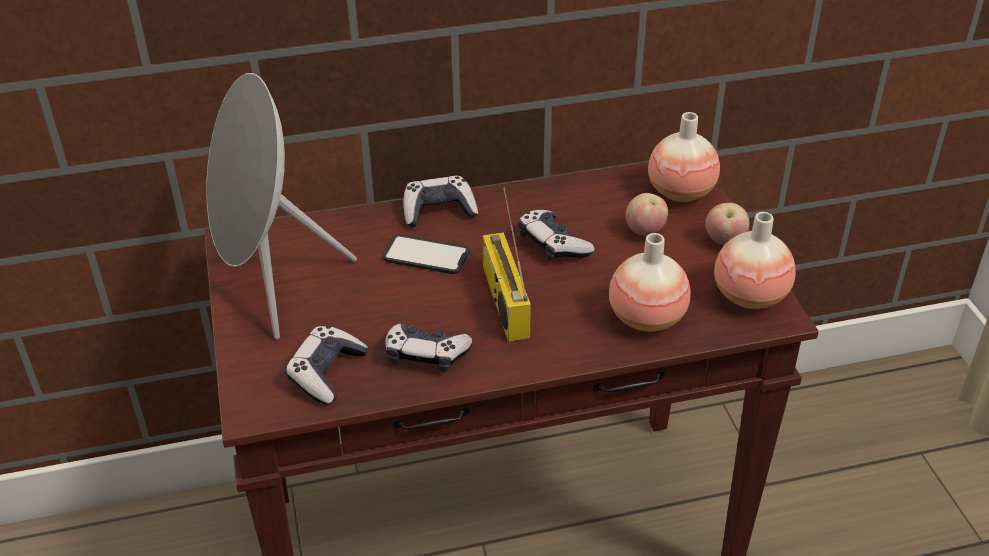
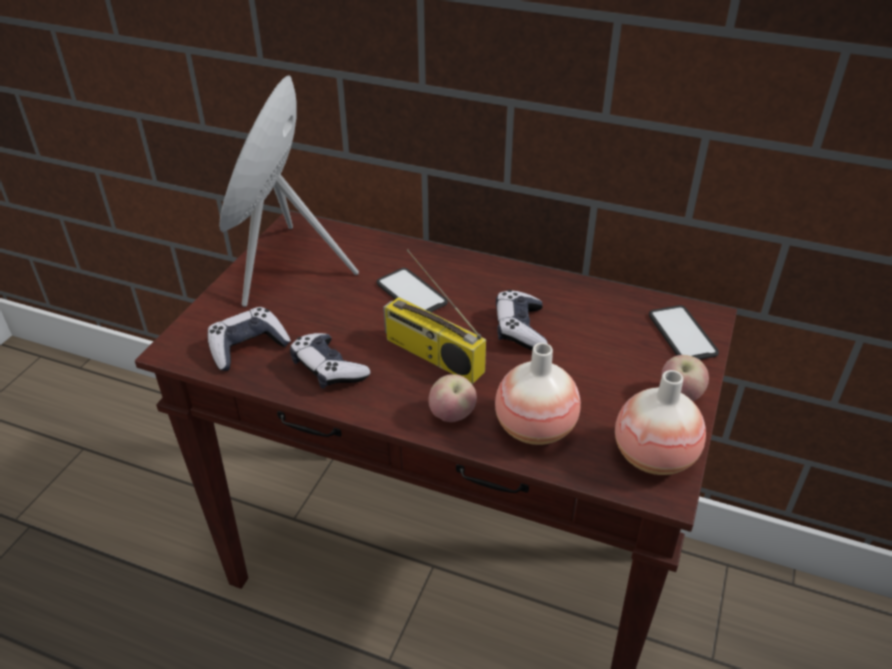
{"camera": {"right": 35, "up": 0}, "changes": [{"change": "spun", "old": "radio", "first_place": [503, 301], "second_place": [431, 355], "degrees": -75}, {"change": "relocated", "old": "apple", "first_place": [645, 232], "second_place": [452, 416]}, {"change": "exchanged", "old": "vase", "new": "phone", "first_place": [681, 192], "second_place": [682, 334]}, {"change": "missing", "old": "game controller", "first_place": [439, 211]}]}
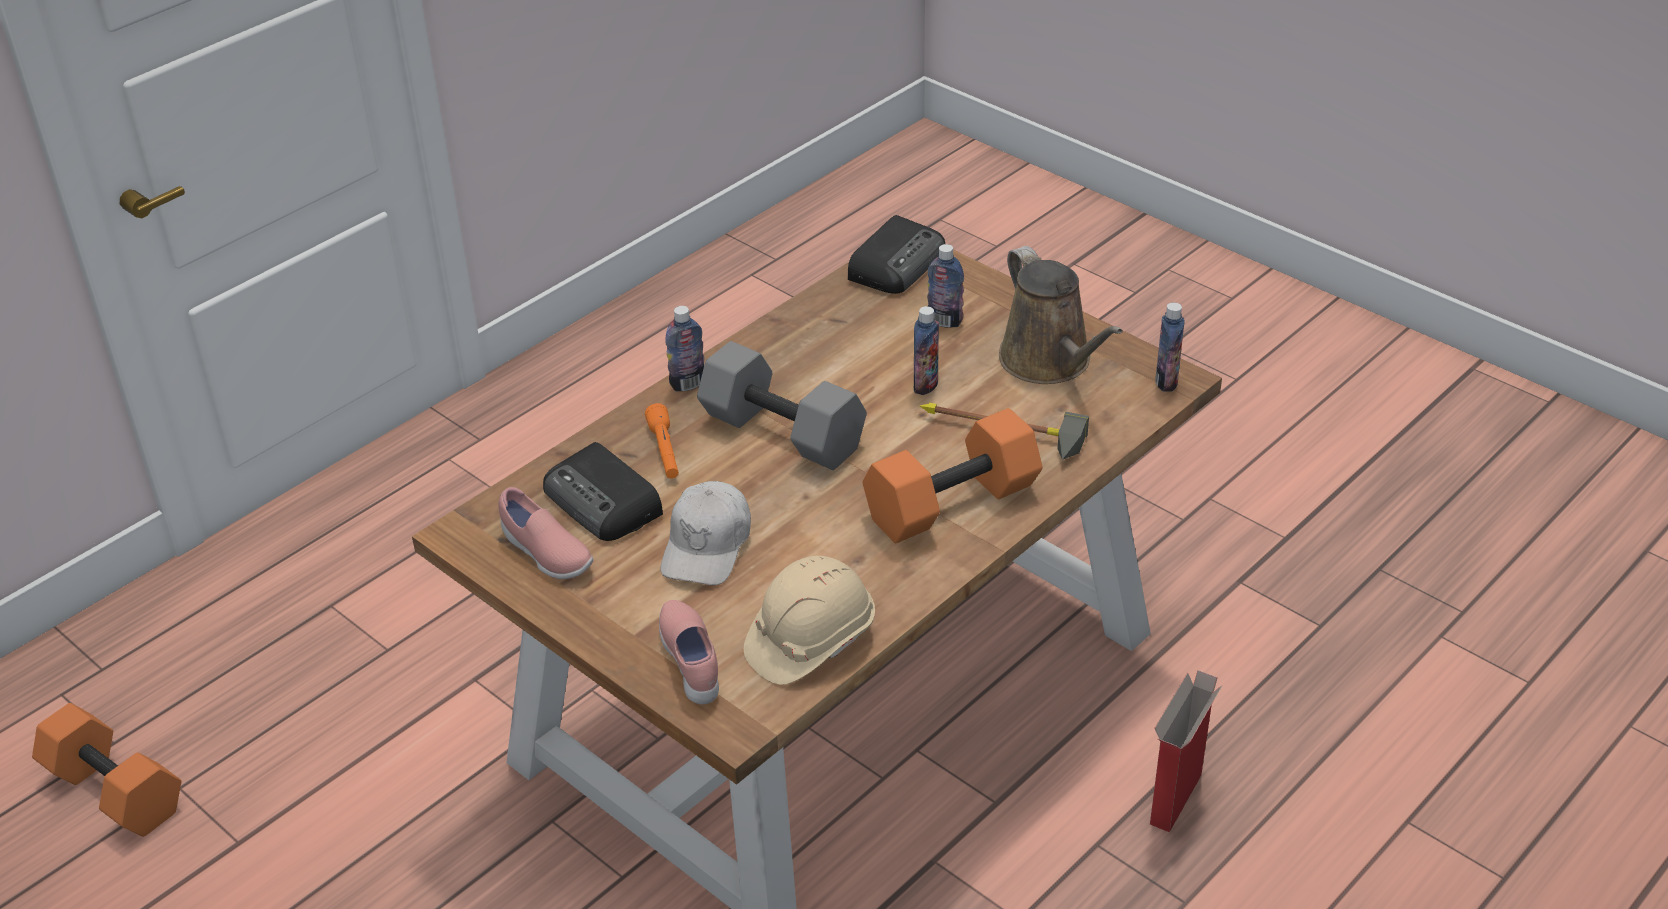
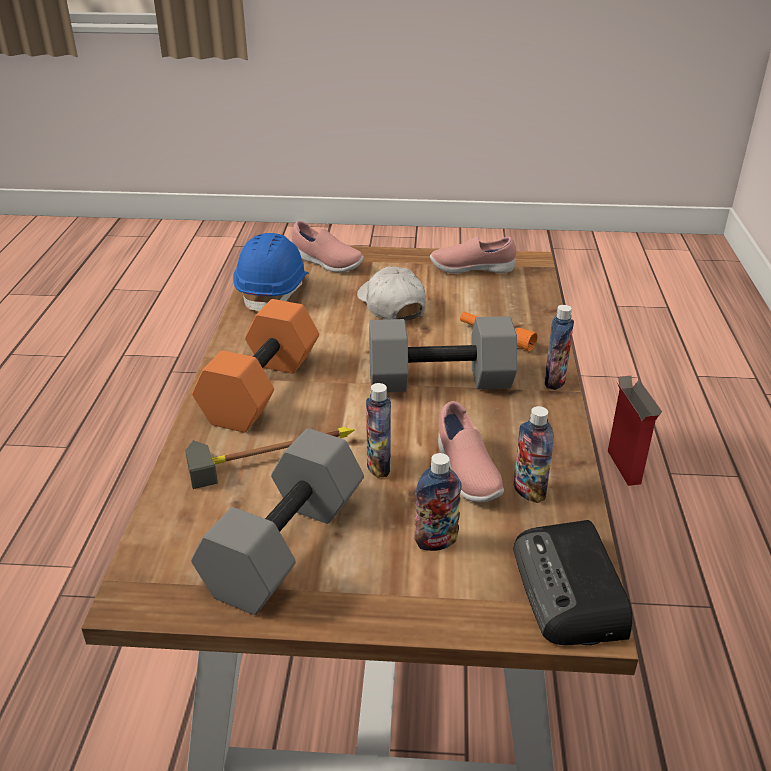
{"camera": {"right": 140, "up": -5}, "changes": [{"change": "exchanged", "old": "watering can in brown", "new": "dumbbell in grey", "first_place": [1050, 362], "second_place": [286, 547]}, {"change": "colour", "old": "hard hat in beige", "new": "hard hat in blue", "first_place": [810, 640], "second_place": [274, 291]}, {"change": "appeared", "new": "shoe in pink", "second_place": [466, 473]}, {"change": "relocated", "old": "bottle", "first_place": [1166, 381], "second_place": [529, 491]}, {"change": "relocated", "old": "cardboard box", "first_place": [1175, 801], "second_place": [623, 466]}, {"change": "missing", "old": "dumbbell in orange", "first_place": [112, 791]}, {"change": "missing", "old": "radio", "first_place": [604, 502]}]}
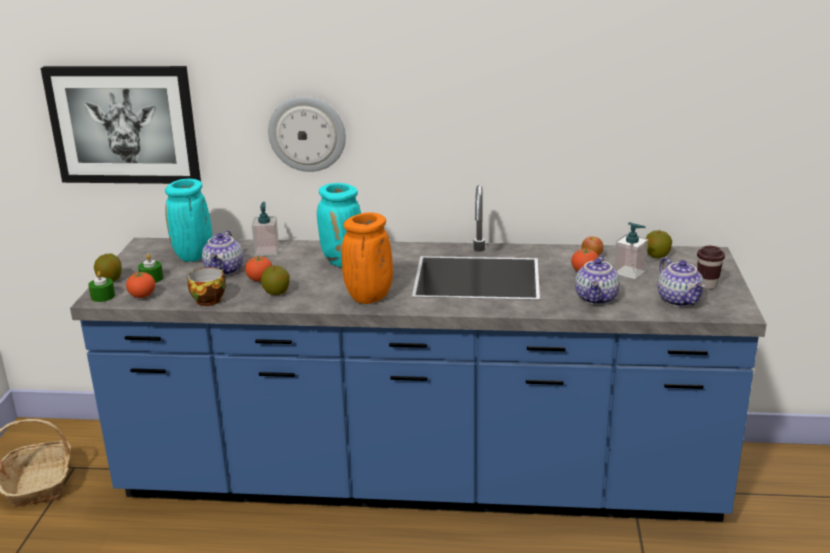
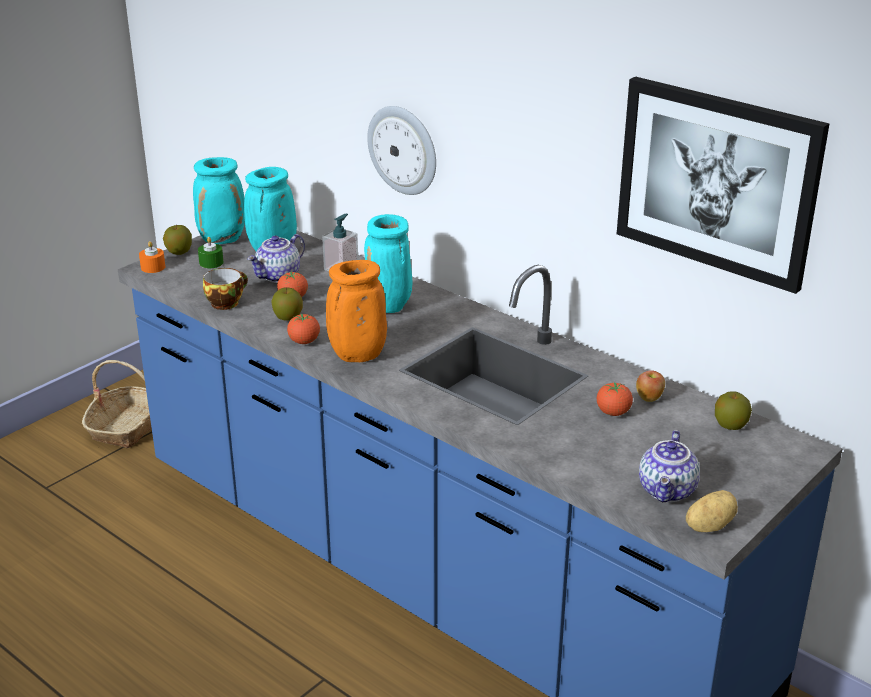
{"camera": {"right": 35, "up": 5}, "changes": [{"change": "colour", "old": "candle in green", "new": "candle in orange", "first_place": [103, 296], "second_place": [153, 267]}, {"change": "appeared", "new": "vase in turquoise", "second_place": [223, 239]}, {"change": "relocated", "old": "tomato", "first_place": [142, 296], "second_place": [304, 342]}, {"change": "relocated", "old": "picture", "first_place": [124, 124], "second_place": [717, 181]}, {"change": "appeared", "new": "potato", "second_place": [708, 525]}, {"change": "missing", "old": "teapot", "first_place": [597, 299]}, {"change": "missing", "old": "soap dispenser", "first_place": [629, 272]}, {"change": "missing", "old": "cup in brown", "first_place": [707, 285]}]}
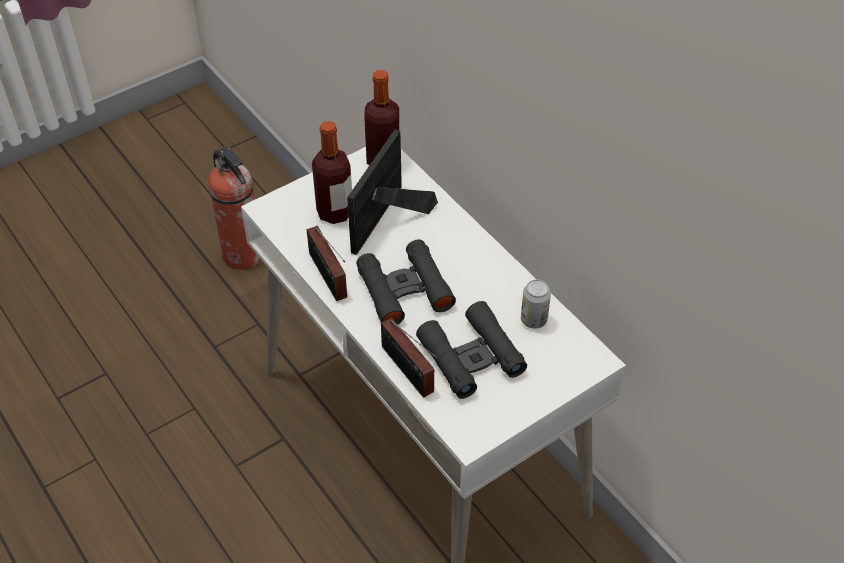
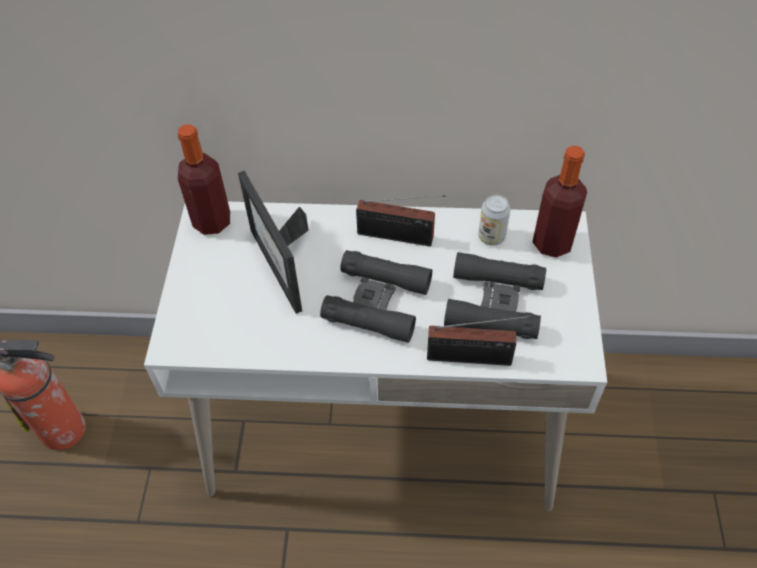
{"camera": {"right": -50, "up": 5}, "changes": [{"change": "relocated", "old": "radio", "first_place": [328, 278], "second_place": [399, 237]}, {"change": "relocated", "old": "bottle", "first_place": [335, 212], "second_place": [552, 243]}]}
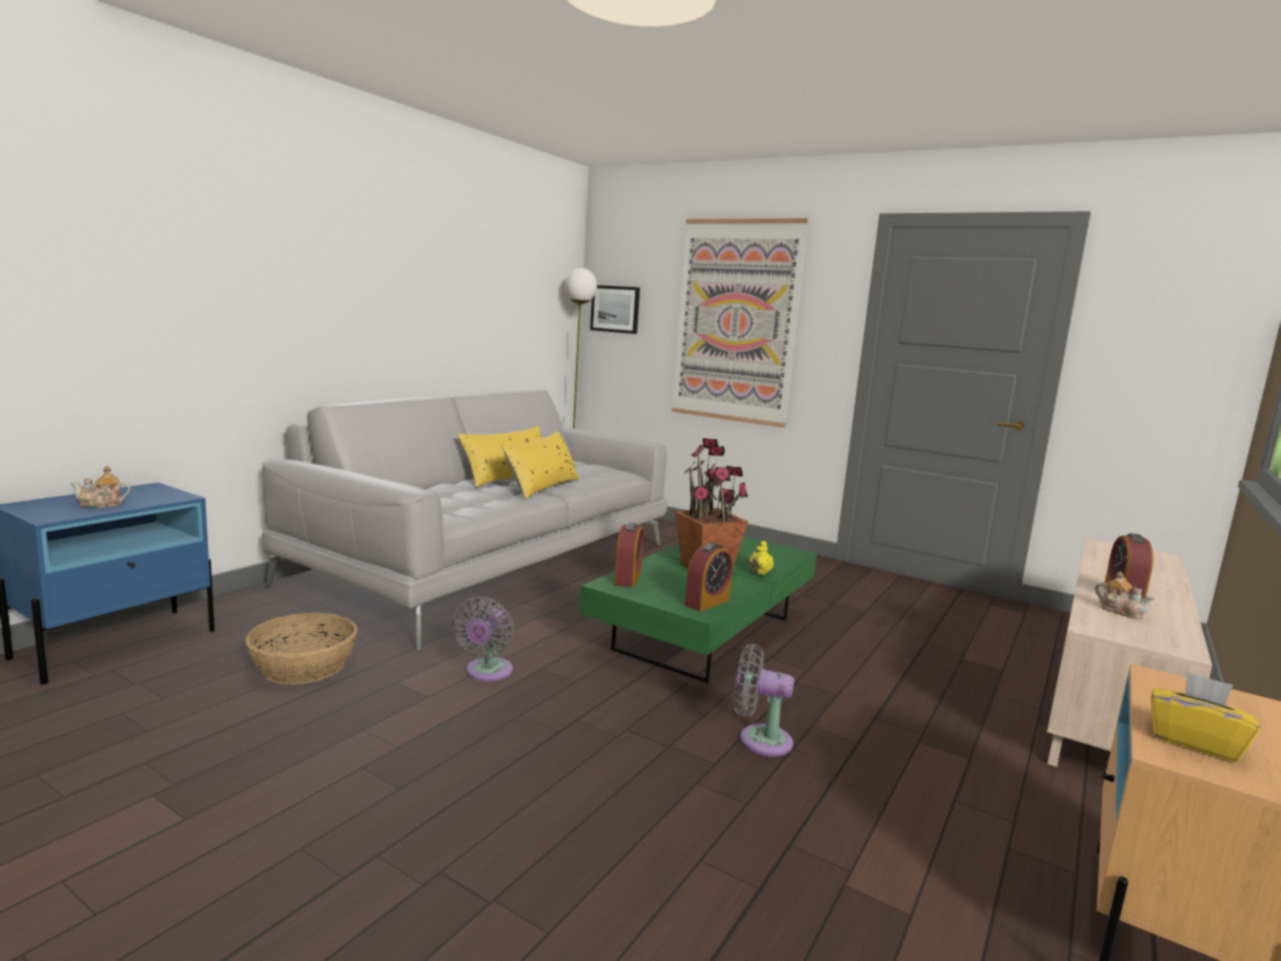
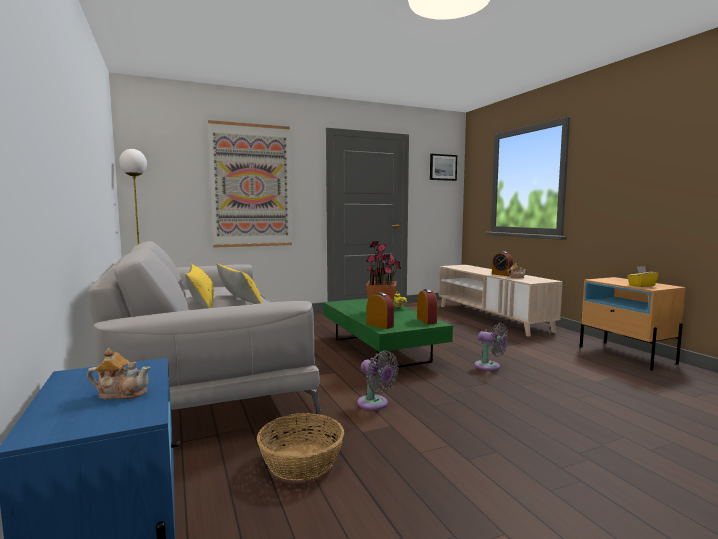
{"camera": {"right": -55, "up": -5}, "changes": [{"change": "spun", "old": "teapot", "first_place": [102, 505], "second_place": [122, 393], "degrees": -105}, {"change": "relocated", "old": "picture", "first_place": [615, 309], "second_place": [443, 167]}, {"change": "spun", "old": "fan in grey", "first_place": [759, 739], "second_place": [490, 366], "degrees": -105}]}
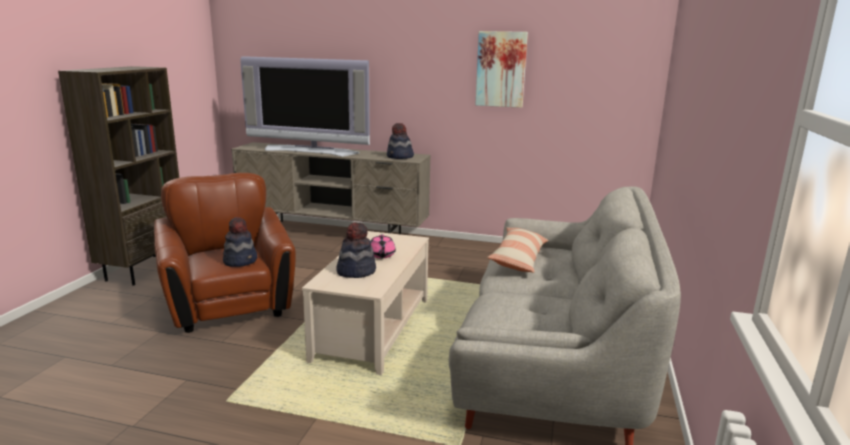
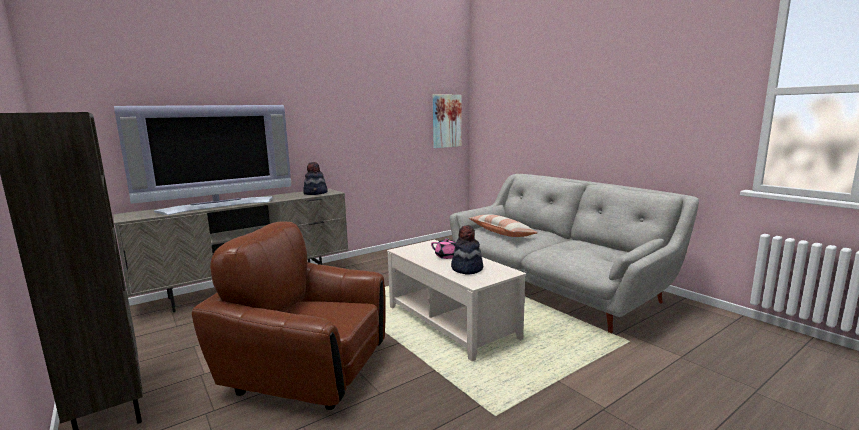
{"camera": {"right": -50, "up": -5}, "changes": [{"change": "relocated", "old": "picture", "first_place": [501, 69], "second_place": [446, 121]}, {"change": "missing", "old": "hat", "first_place": [241, 261]}]}
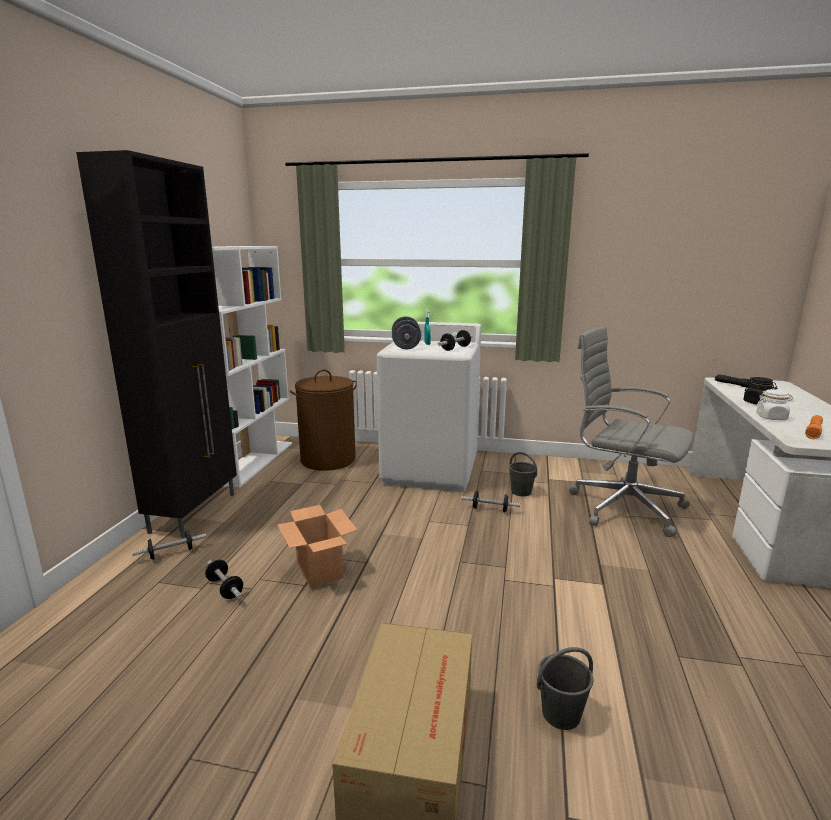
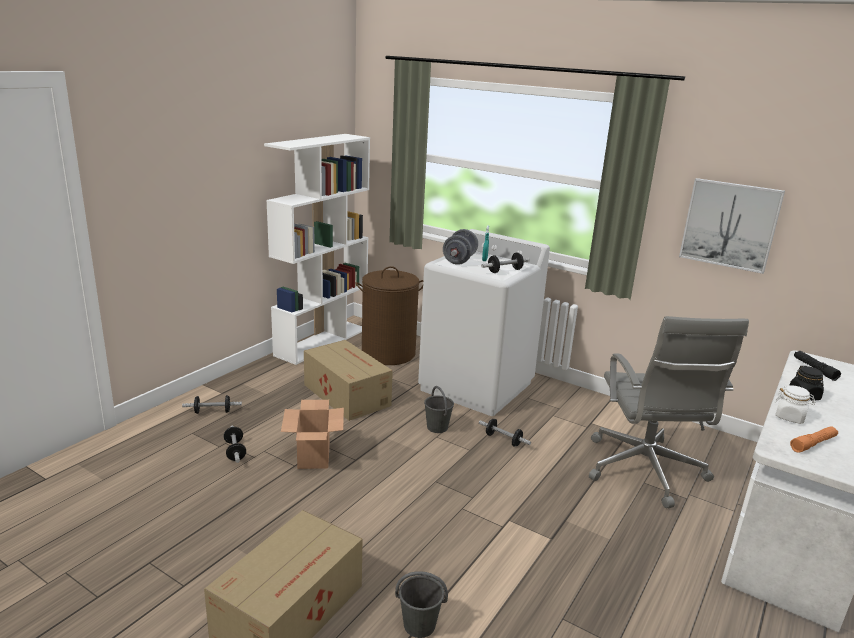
{"camera": {"right": 20, "up": 5}, "changes": [{"change": "appeared", "new": "cardboard box", "second_place": [346, 394]}, {"change": "relocated", "old": "bucket in grey", "first_place": [521, 492], "second_place": [437, 427]}, {"change": "spun", "old": "office chair in grey", "first_place": [622, 506], "second_place": [645, 471], "degrees": -150}, {"change": "appeared", "new": "picture", "second_place": [729, 224]}, {"change": "missing", "old": "cabinet in black", "first_place": [195, 512]}]}
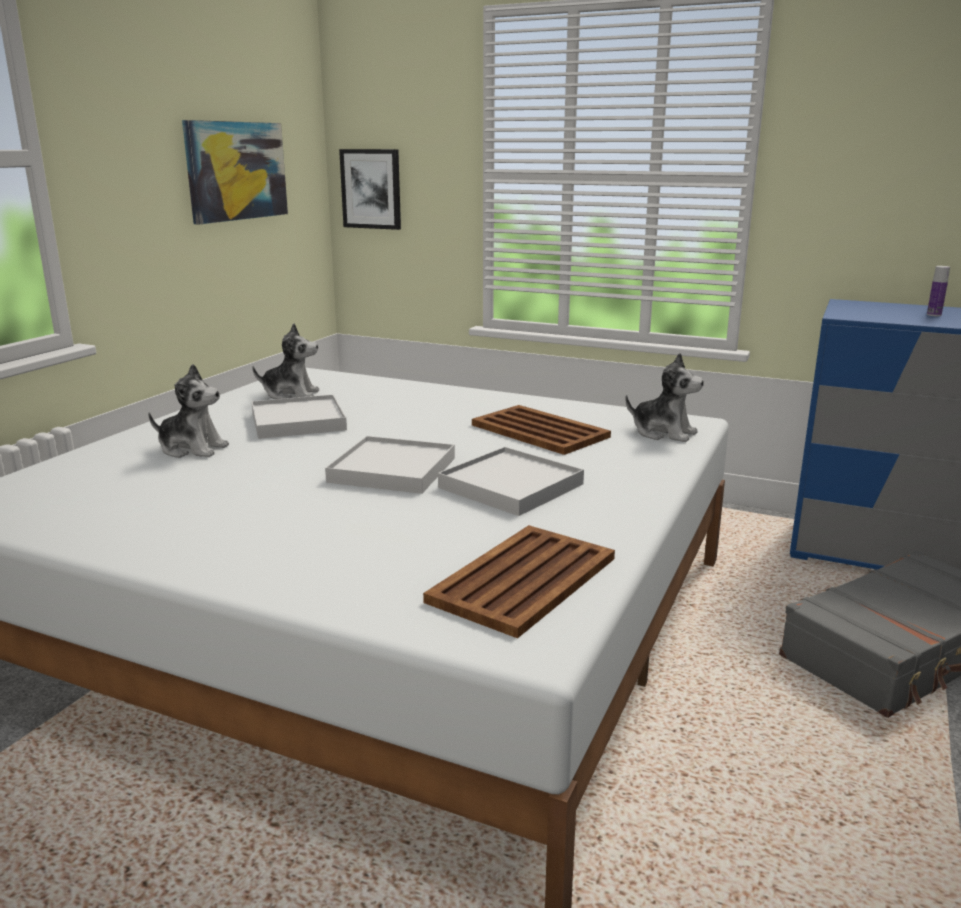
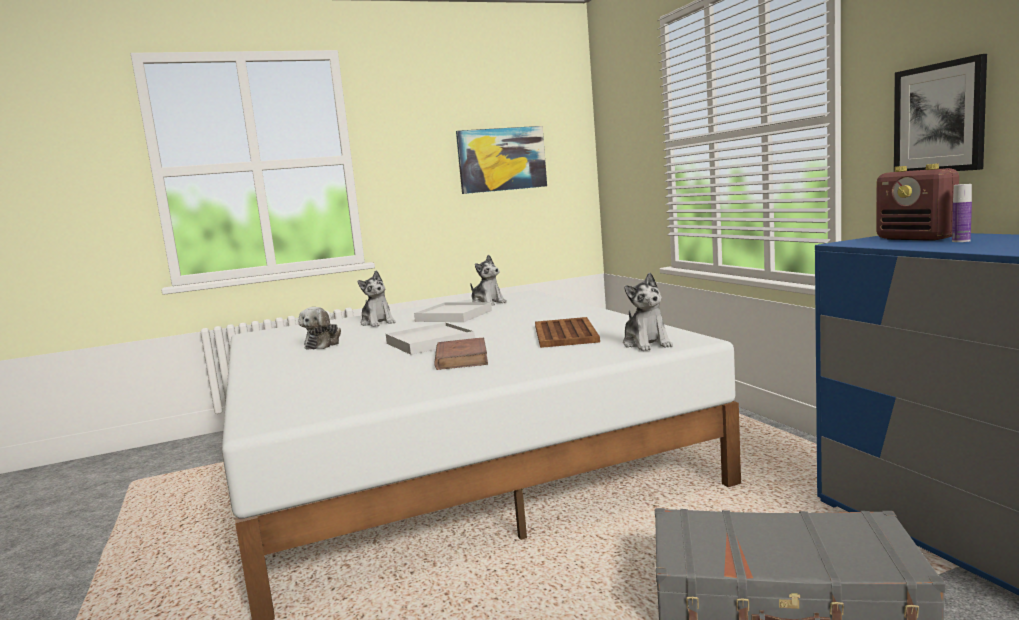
{"camera": {"right": 45, "up": -10}, "changes": [{"change": "appeared", "new": "plush toy", "second_place": [323, 344]}, {"change": "exchanged", "old": "tray in white", "new": "book in brown", "first_place": [511, 486], "second_place": [461, 358]}, {"change": "appeared", "new": "radio", "second_place": [916, 238]}, {"change": "relocated", "old": "picture", "first_place": [371, 189], "second_place": [939, 118]}, {"change": "missing", "old": "tray in brown", "first_place": [522, 580]}]}
